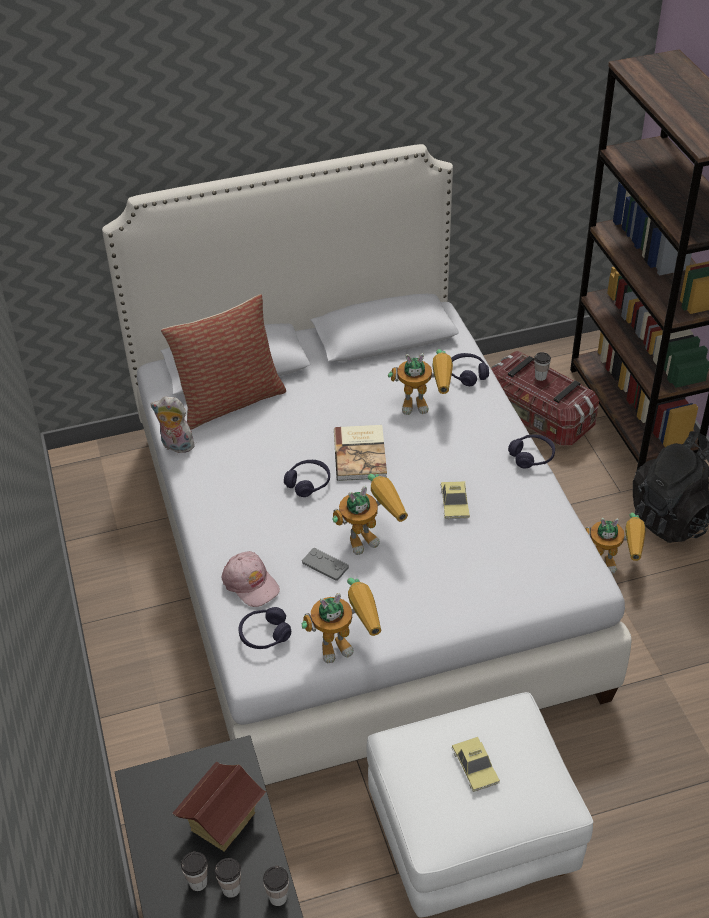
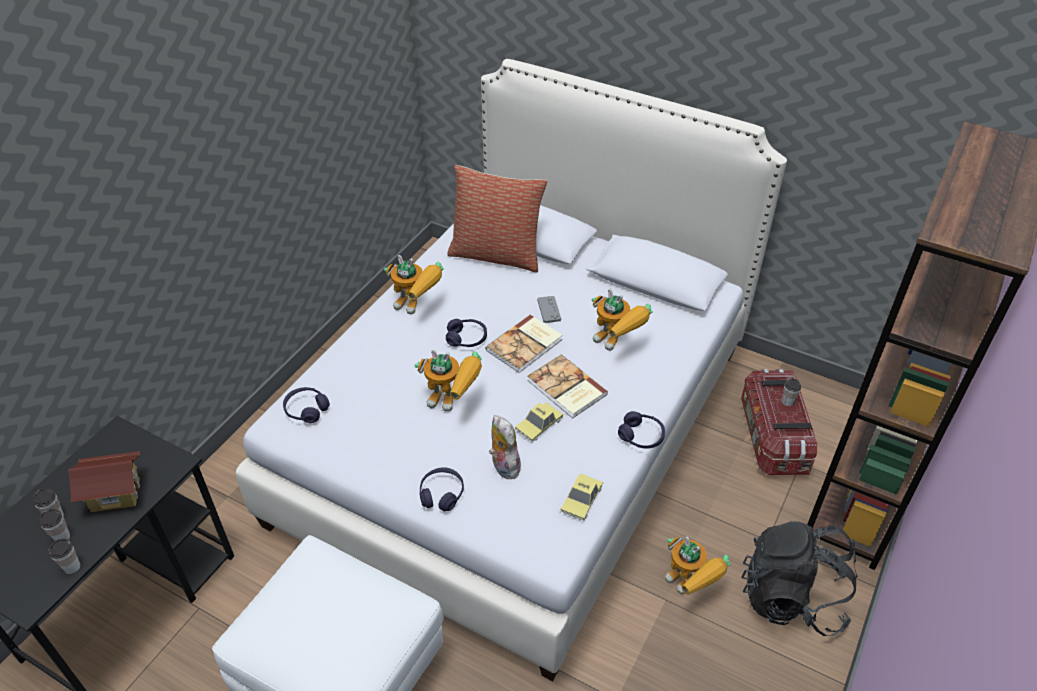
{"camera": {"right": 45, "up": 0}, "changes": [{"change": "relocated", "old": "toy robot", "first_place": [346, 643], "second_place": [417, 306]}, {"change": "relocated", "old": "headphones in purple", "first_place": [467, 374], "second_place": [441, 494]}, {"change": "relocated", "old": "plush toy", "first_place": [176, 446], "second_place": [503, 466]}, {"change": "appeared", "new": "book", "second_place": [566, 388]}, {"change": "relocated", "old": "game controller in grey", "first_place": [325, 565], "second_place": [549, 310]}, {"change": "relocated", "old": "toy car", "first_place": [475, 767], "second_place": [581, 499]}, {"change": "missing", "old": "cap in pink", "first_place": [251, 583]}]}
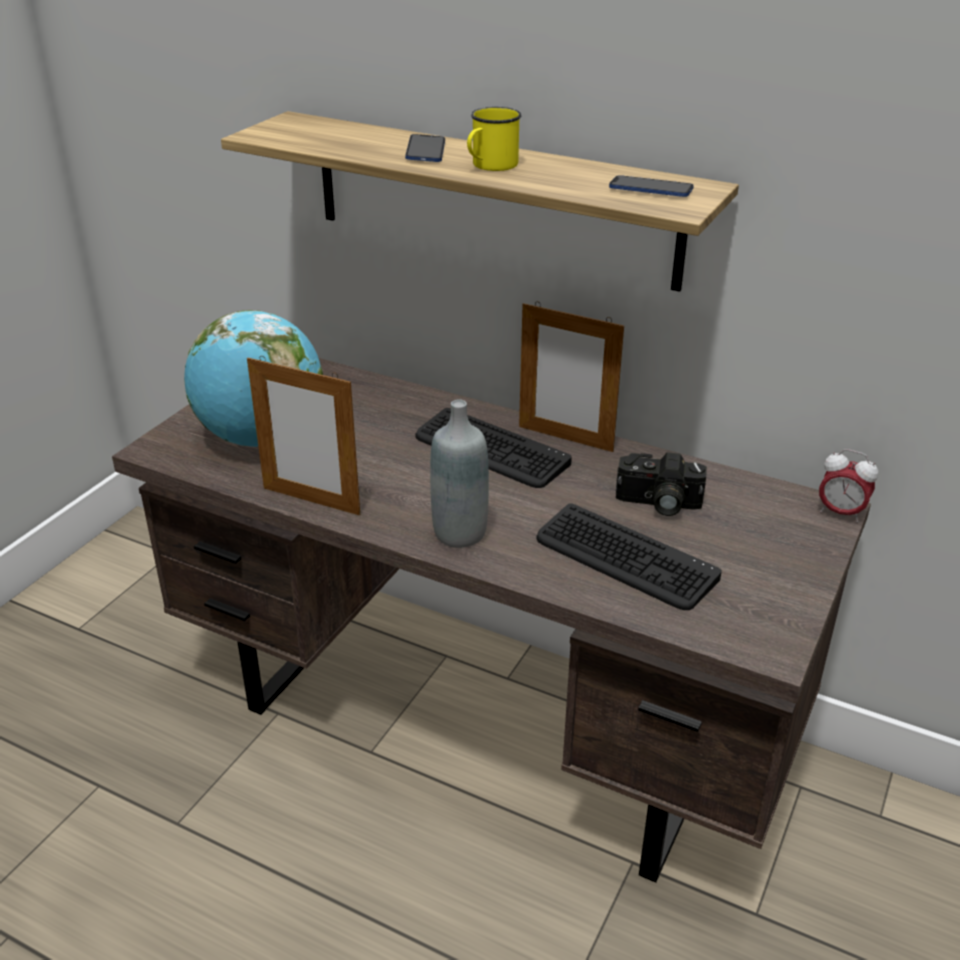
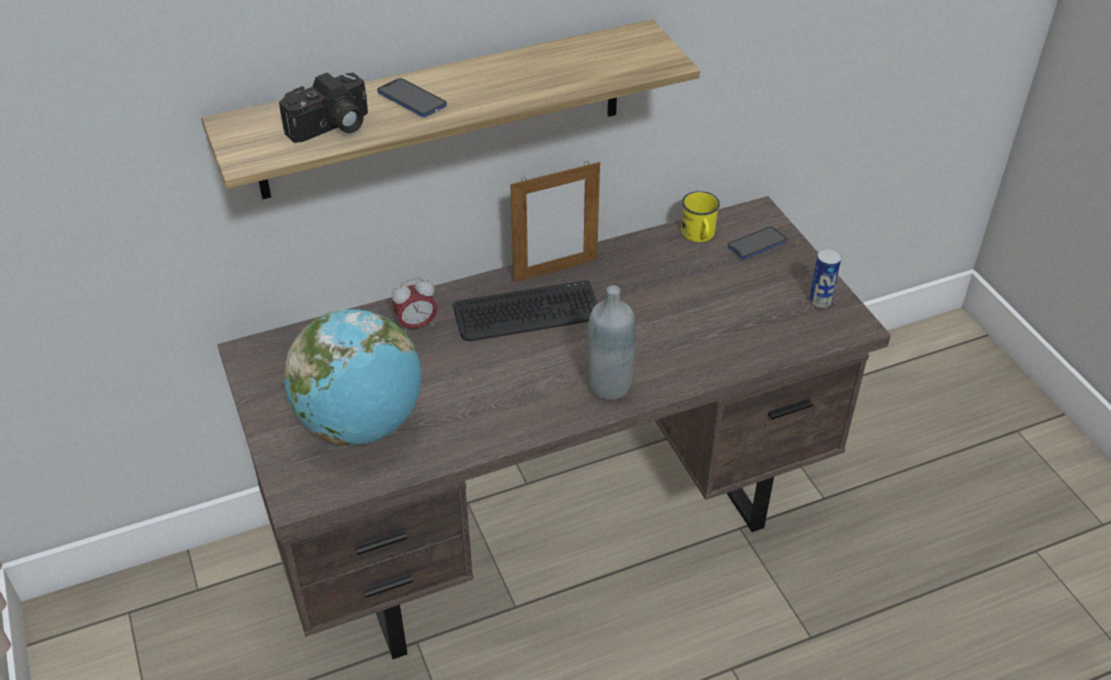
{"camera": {"right": -50, "up": 10}, "changes": [{"change": "relocated", "old": "photo camera", "first_place": [658, 503], "second_place": [331, 127]}, {"change": "relocated", "old": "alarm clock", "first_place": [840, 513], "second_place": [416, 325]}, {"change": "relocated", "old": "mug in yellow", "first_place": [490, 166], "second_place": [699, 235]}, {"change": "relocated", "old": "phone", "first_place": [651, 189], "second_place": [756, 244]}, {"change": "appeared", "new": "can", "second_place": [820, 301]}, {"change": "missing", "old": "picture frame", "first_place": [311, 501]}, {"change": "missing", "old": "keyboard", "first_place": [625, 558]}]}
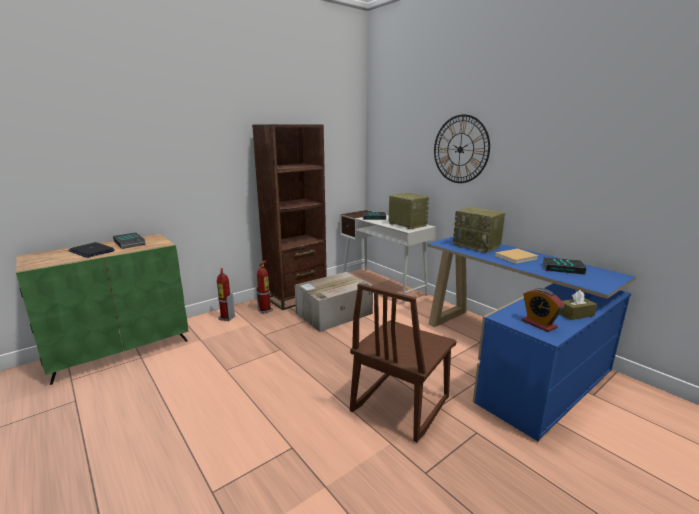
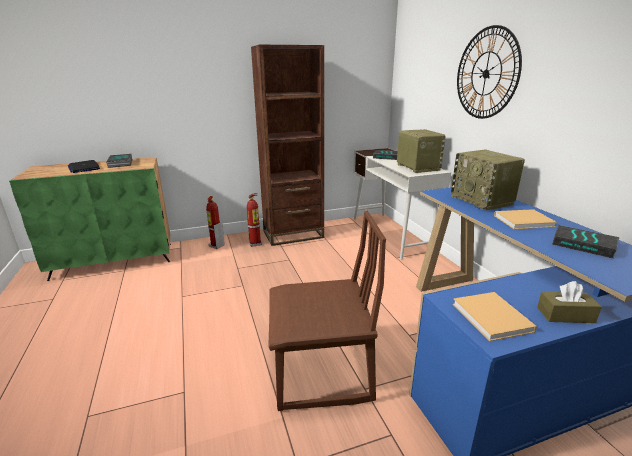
{"camera": {"right": 20, "up": 5}, "changes": [{"change": "spun", "old": "chair in brown", "first_place": [399, 404], "second_place": [321, 374], "degrees": -150}, {"change": "exchanged", "old": "alarm clock", "new": "book in beige", "first_place": [539, 324], "second_place": [492, 319]}, {"change": "missing", "old": "cardboard box", "first_place": [333, 314]}]}
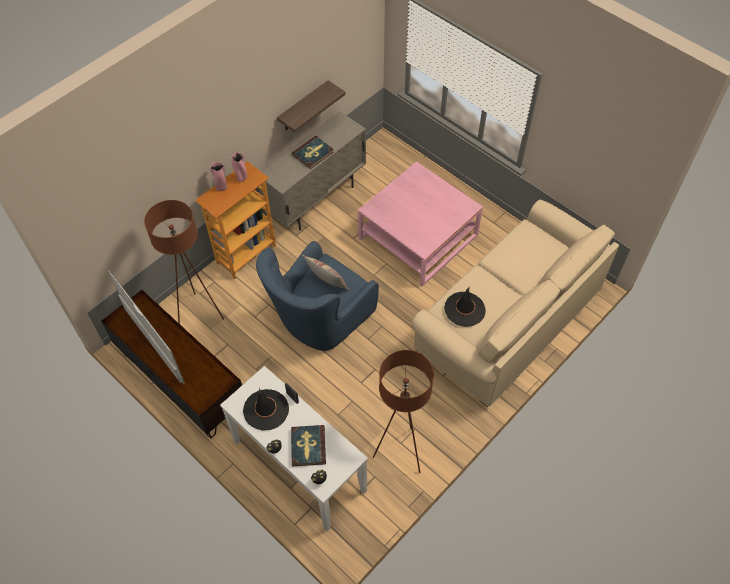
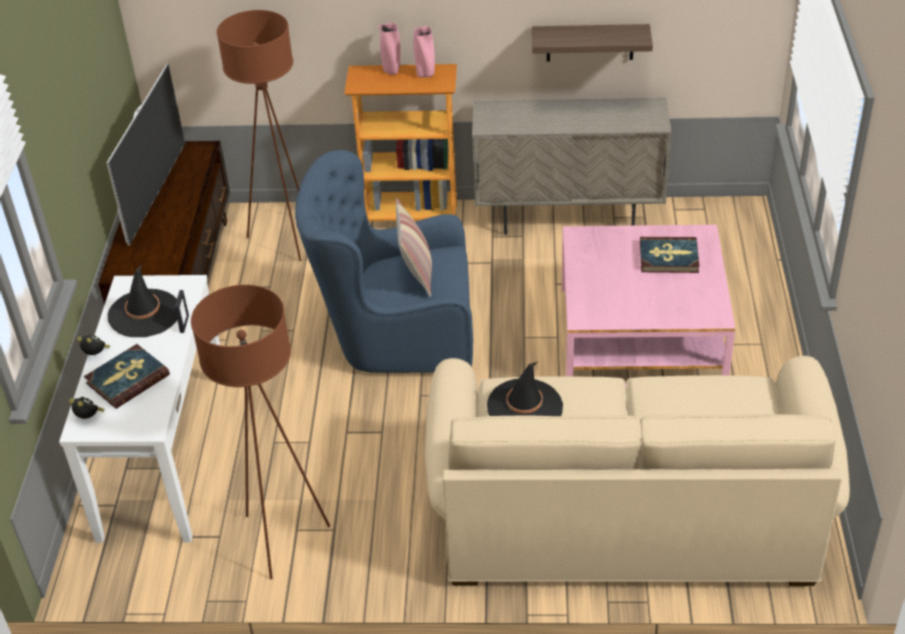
{"camera": {"right": 50, "up": -15}, "changes": [{"change": "relocated", "old": "book", "first_place": [313, 153], "second_place": [668, 257]}]}
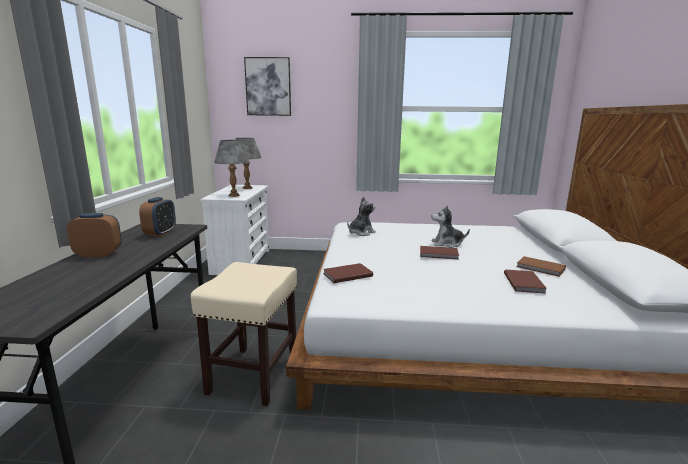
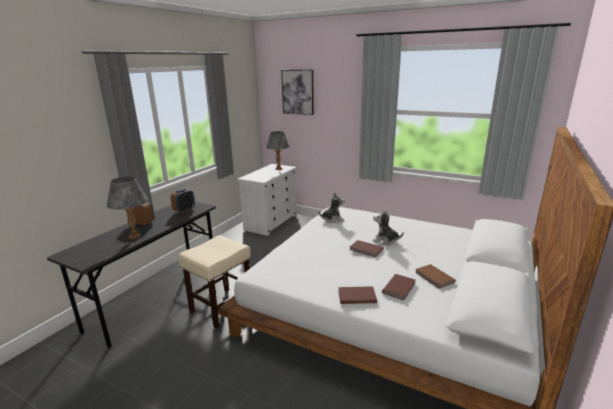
{"camera": {"right": 25, "up": 5}, "changes": [{"change": "relocated", "old": "table lamp in grey", "first_place": [234, 195], "second_place": [135, 236]}, {"change": "relocated", "old": "book in brown", "first_place": [346, 275], "second_place": [356, 296]}]}
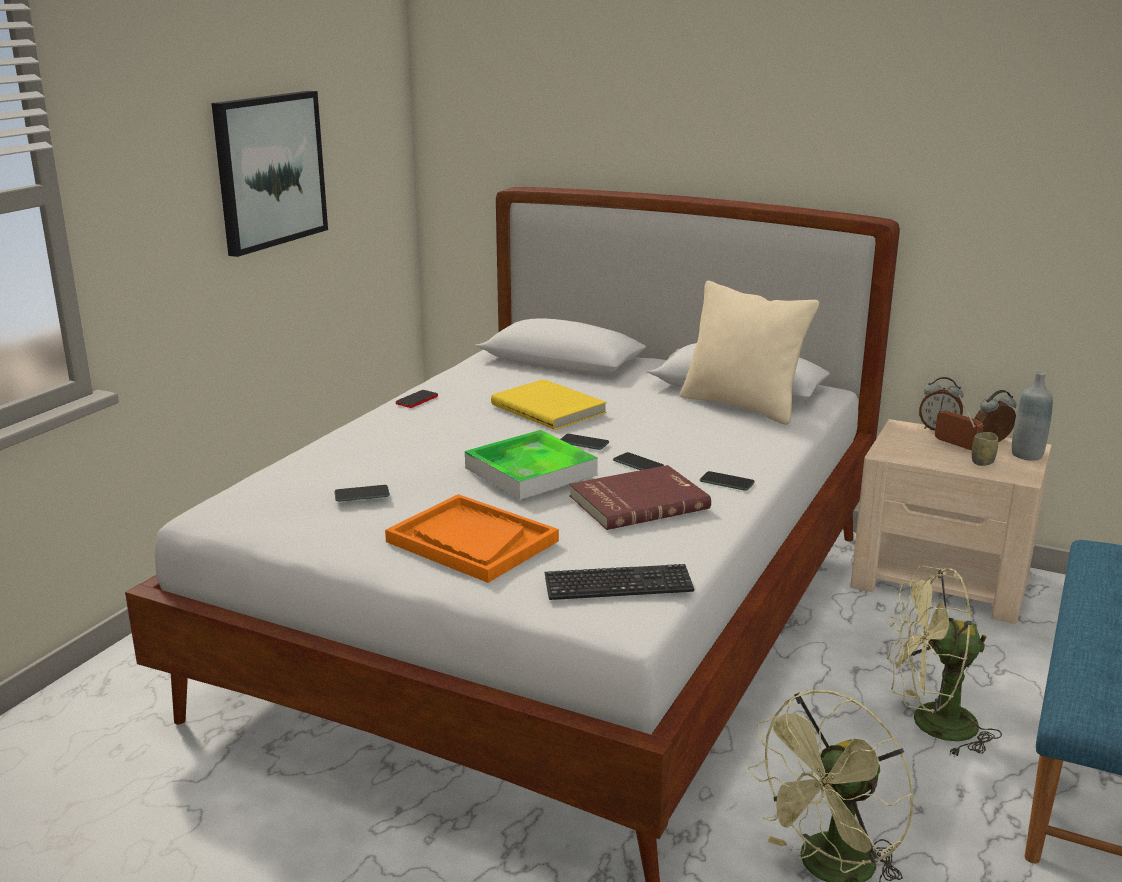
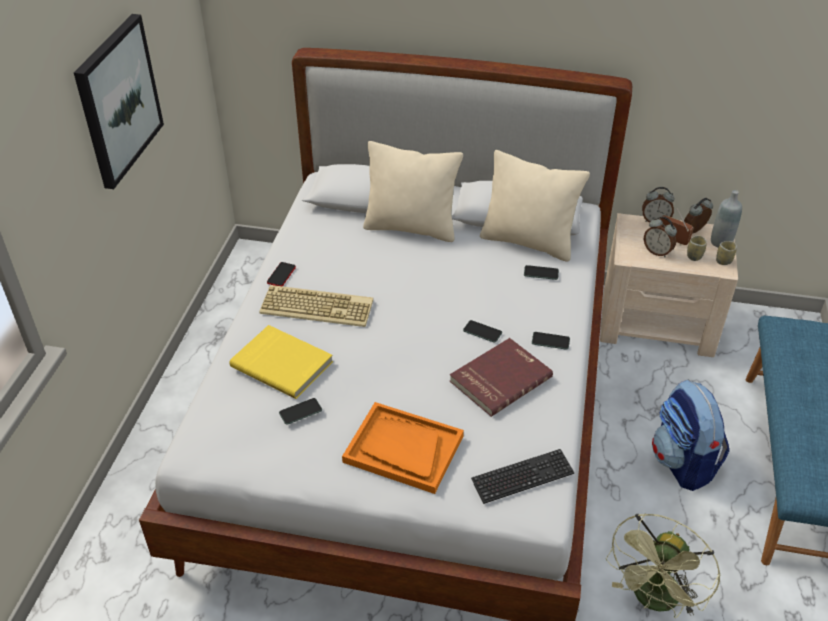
{"camera": {"right": -15, "up": 20}, "changes": [{"change": "relocated", "old": "book in yellow", "first_place": [550, 408], "second_place": [283, 363]}, {"change": "appeared", "new": "keyboard", "second_place": [318, 306]}, {"change": "appeared", "new": "pillow in beige", "second_place": [411, 228]}, {"change": "relocated", "old": "phone", "first_place": [583, 442], "second_place": [541, 273]}, {"change": "appeared", "new": "alarm clock", "second_place": [657, 252]}, {"change": "exchanged", "old": "fan in green", "new": "backpack", "first_place": [930, 725], "second_place": [682, 463]}, {"change": "appeared", "new": "cup", "second_place": [723, 261]}, {"change": "missing", "old": "tray", "first_place": [530, 471]}]}
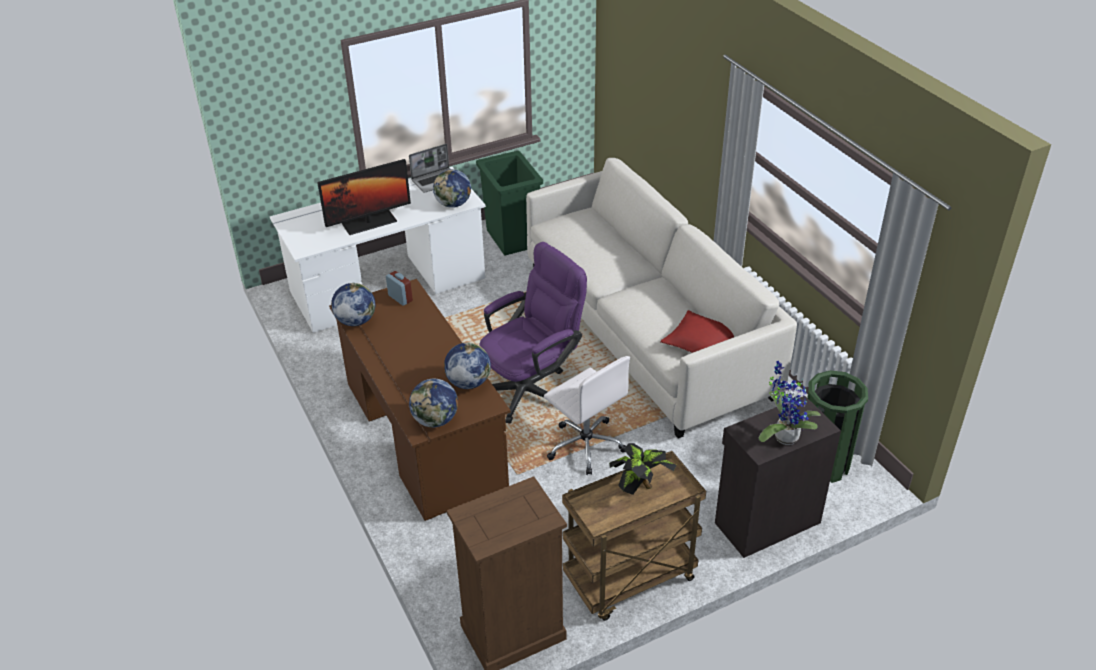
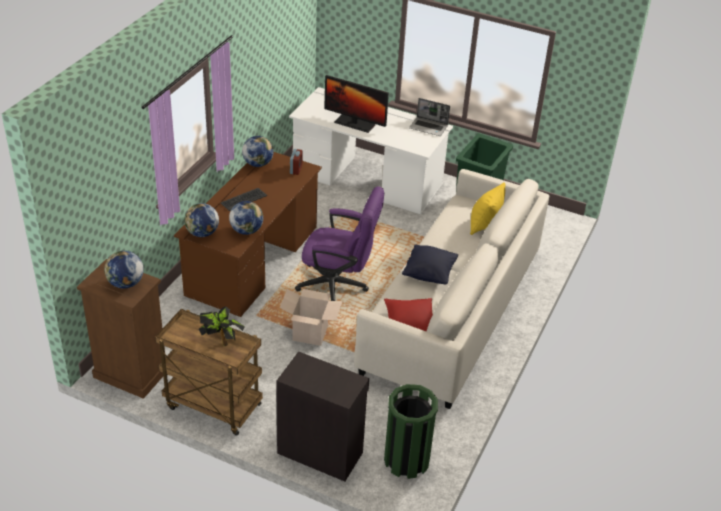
{"camera": {"right": 50, "up": 0}, "changes": [{"change": "relocated", "old": "globe", "first_place": [453, 204], "second_place": [125, 284]}, {"change": "appeared", "new": "keyboard", "second_place": [243, 199]}, {"change": "exchanged", "old": "office chair in white", "new": "cardboard box", "first_place": [585, 445], "second_place": [310, 333]}, {"change": "appeared", "new": "pillow in black", "second_place": [429, 274]}, {"change": "appeared", "new": "pillow in yellow", "second_place": [484, 224]}, {"change": "missing", "old": "potted plant", "first_place": [783, 436]}]}
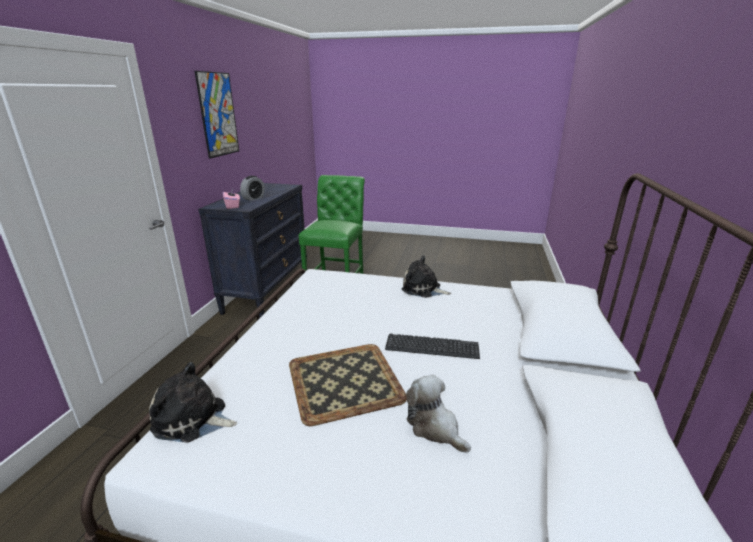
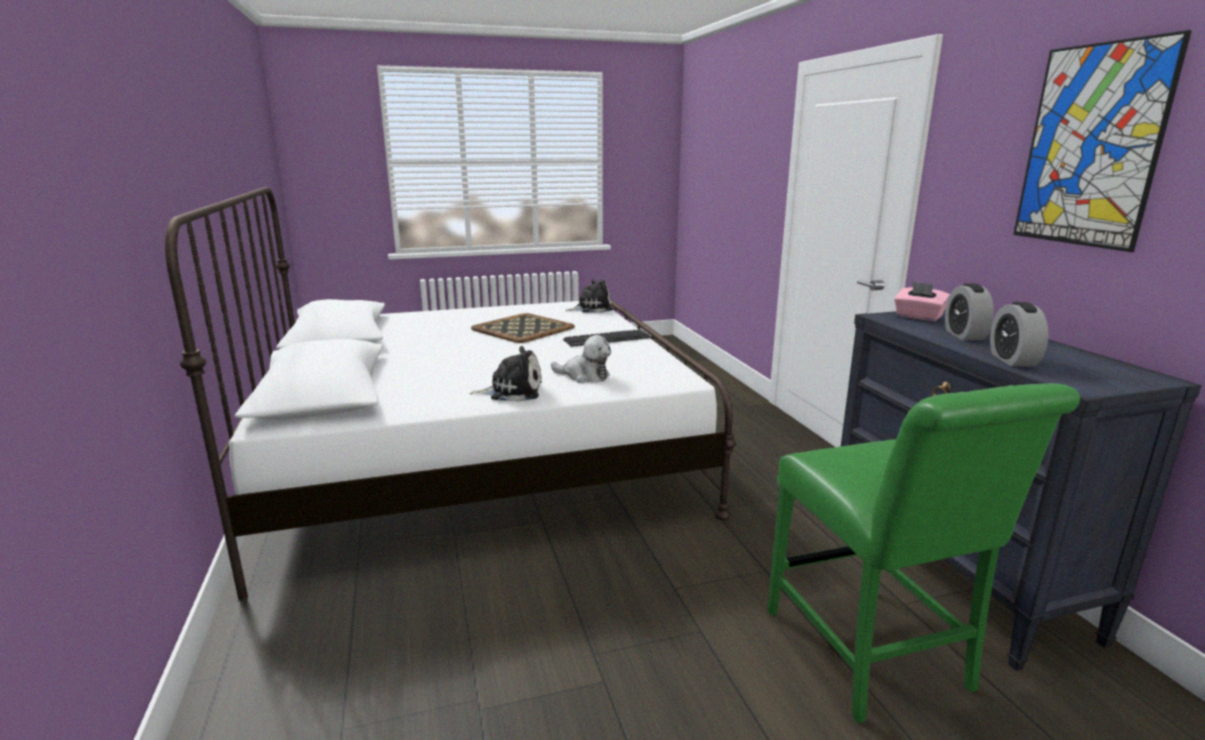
{"camera": {"right": 150, "up": -5}, "changes": [{"change": "relocated", "old": "plush toy", "first_place": [435, 427], "second_place": [584, 376]}, {"change": "relocated", "old": "keyboard", "first_place": [432, 347], "second_place": [607, 339]}, {"change": "appeared", "new": "alarm clock", "second_place": [1012, 360]}]}
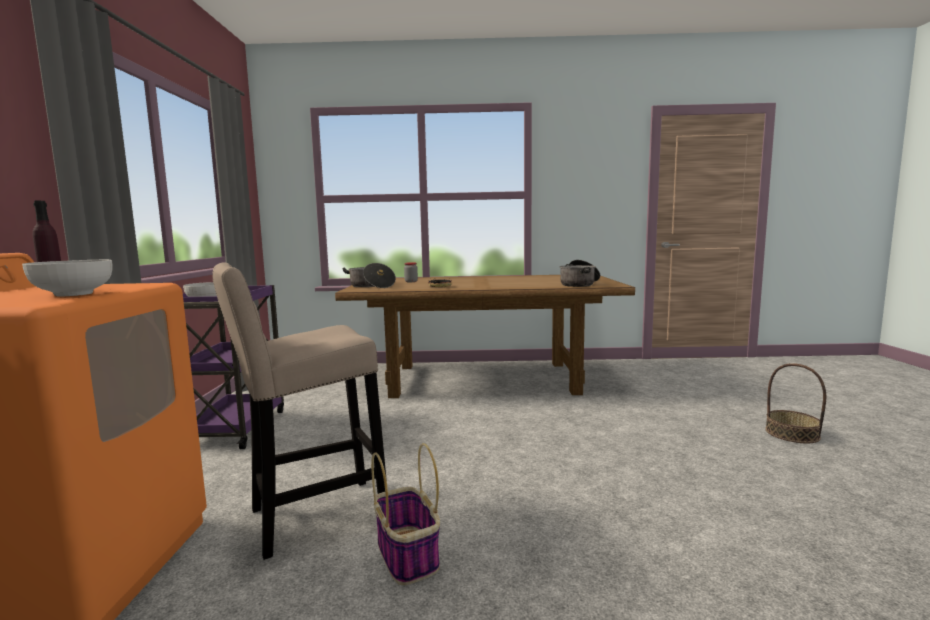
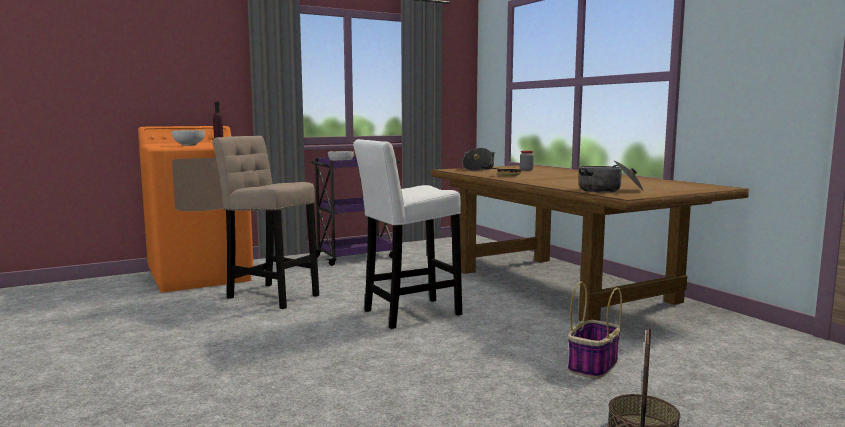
{"camera": {"right": 60, "up": 0}, "changes": [{"change": "appeared", "new": "stool in white", "second_place": [407, 314]}, {"change": "relocated", "old": "basket", "first_place": [408, 555], "second_place": [593, 366]}]}
